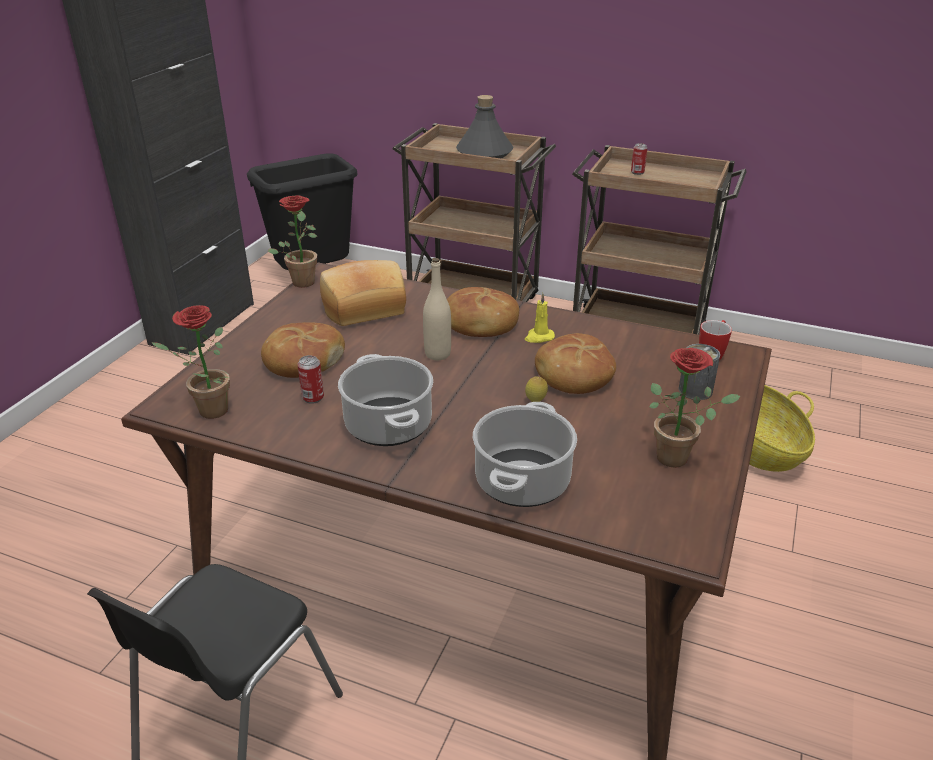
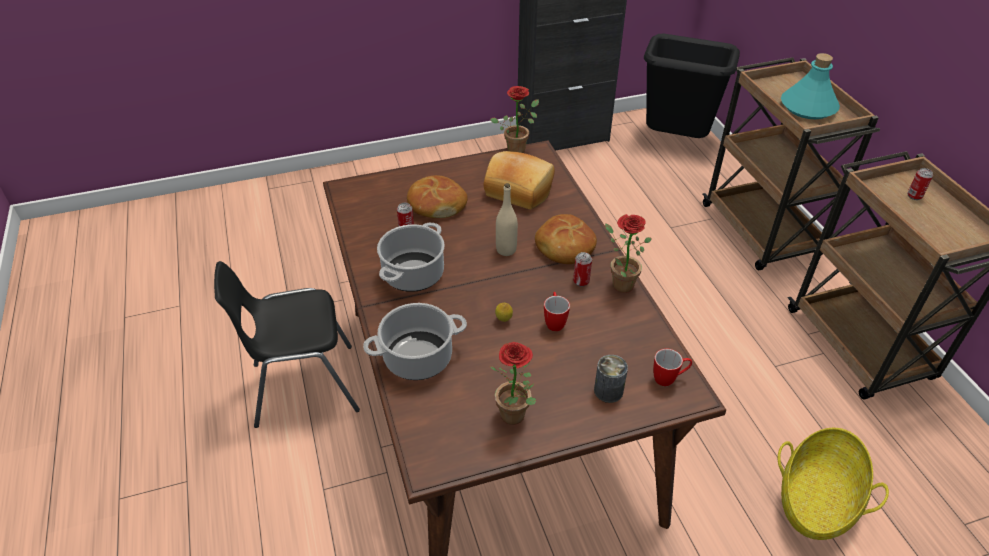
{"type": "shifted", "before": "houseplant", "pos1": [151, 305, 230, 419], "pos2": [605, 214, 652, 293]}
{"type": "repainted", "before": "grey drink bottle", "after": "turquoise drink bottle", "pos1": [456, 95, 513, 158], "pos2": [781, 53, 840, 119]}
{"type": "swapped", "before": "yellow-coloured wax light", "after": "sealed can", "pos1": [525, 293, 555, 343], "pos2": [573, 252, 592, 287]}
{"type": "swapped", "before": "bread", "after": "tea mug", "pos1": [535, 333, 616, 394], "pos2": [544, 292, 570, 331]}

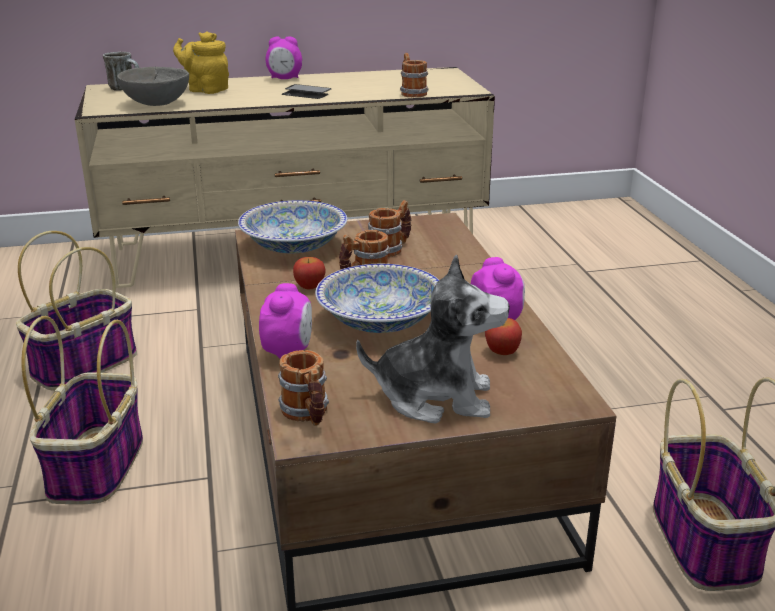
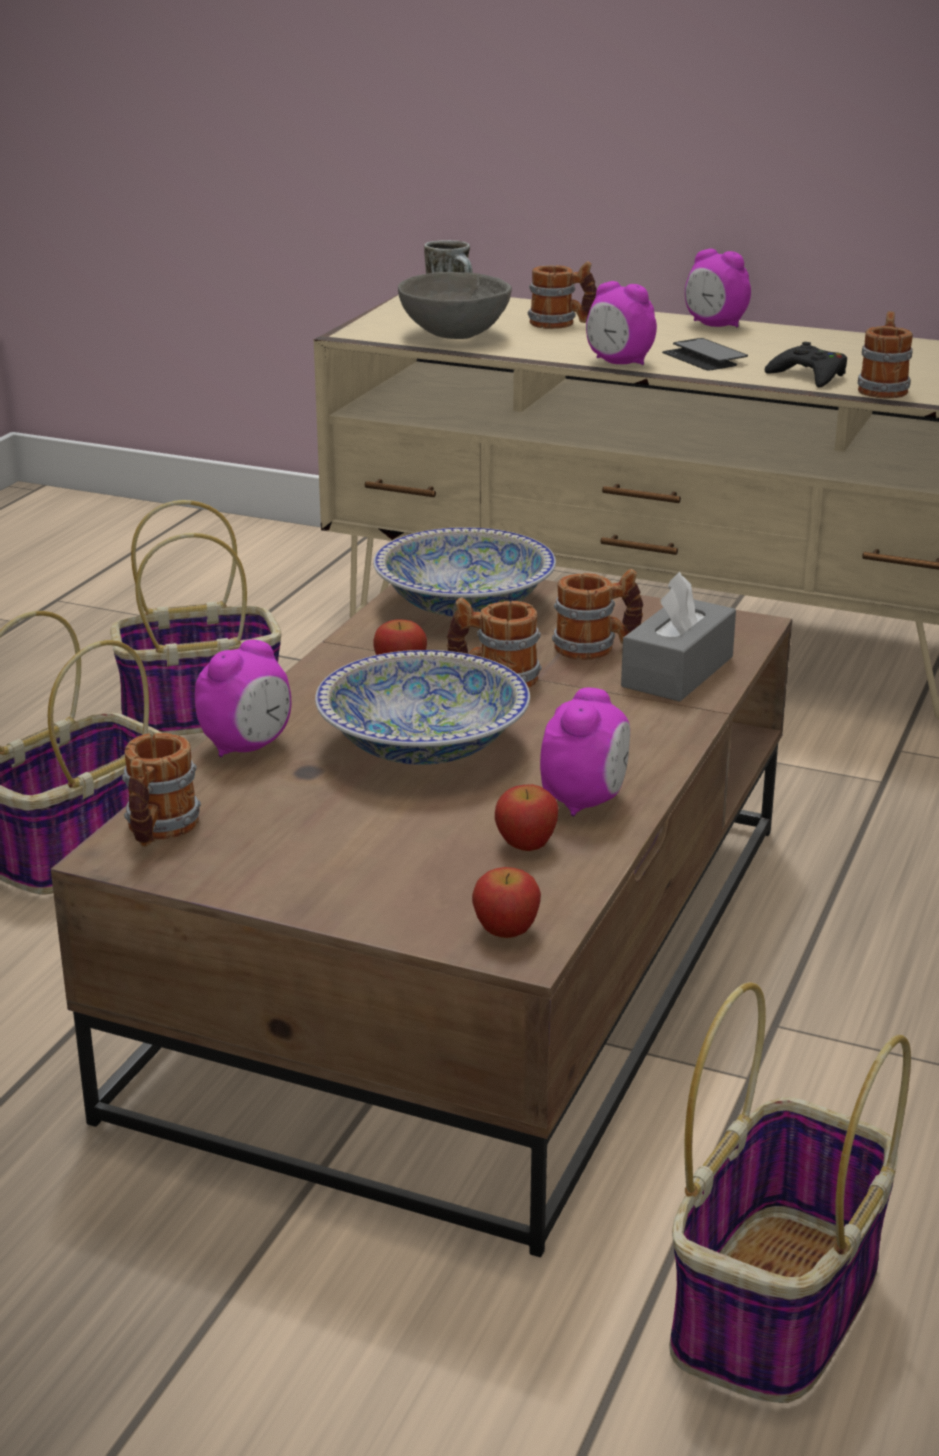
{"type": "swapped", "before": "yellow-coloured teapot", "after": "tea mug", "pos1": [173, 32, 229, 94], "pos2": [528, 261, 597, 329]}
{"type": "gone", "before": "plush toy", "pos1": [356, 254, 510, 424]}
{"type": "new", "after": "whole apple", "pos2": [472, 867, 541, 938]}
{"type": "new", "after": "alarm clock", "pos2": [586, 281, 657, 365]}
{"type": "new", "after": "grey tissue box", "pos2": [621, 572, 736, 702]}
{"type": "new", "after": "blackish joypad", "pos2": [765, 342, 847, 387]}

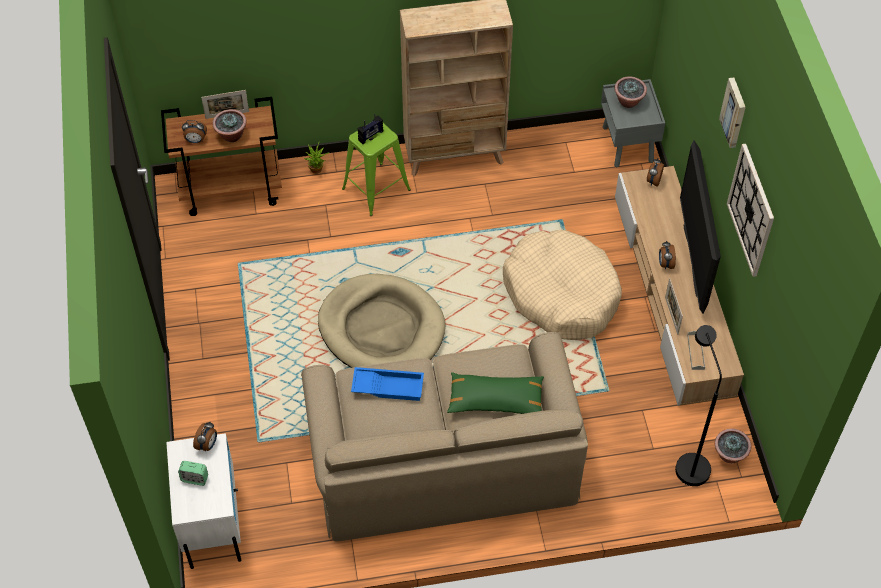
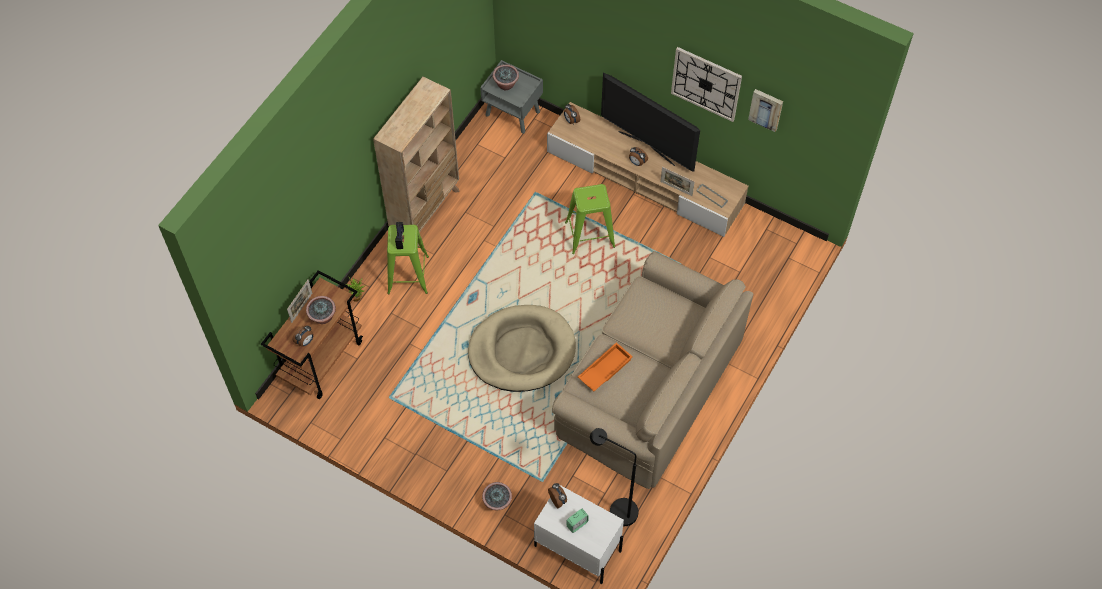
{"type": "repainted", "before": "blue-coloured serving tray", "after": "orange-coloured serving tray", "pos1": [351, 367, 424, 401], "pos2": [578, 342, 633, 392]}
{"type": "gone", "before": "green pillow", "pos1": [447, 372, 544, 414]}
{"type": "swapped", "before": "beige dog cushion", "after": "green stool seat", "pos1": [503, 230, 622, 340], "pos2": [565, 184, 615, 254]}
{"type": "shifted", "before": "blackish standing lamp", "pos1": [675, 325, 722, 486], "pos2": [590, 428, 639, 526]}
{"type": "shifted", "before": "houseplant", "pos1": [715, 429, 751, 463], "pos2": [482, 482, 512, 511]}
{"type": "shifted", "before": "wall picture", "pos1": [719, 77, 746, 148], "pos2": [748, 89, 783, 132]}

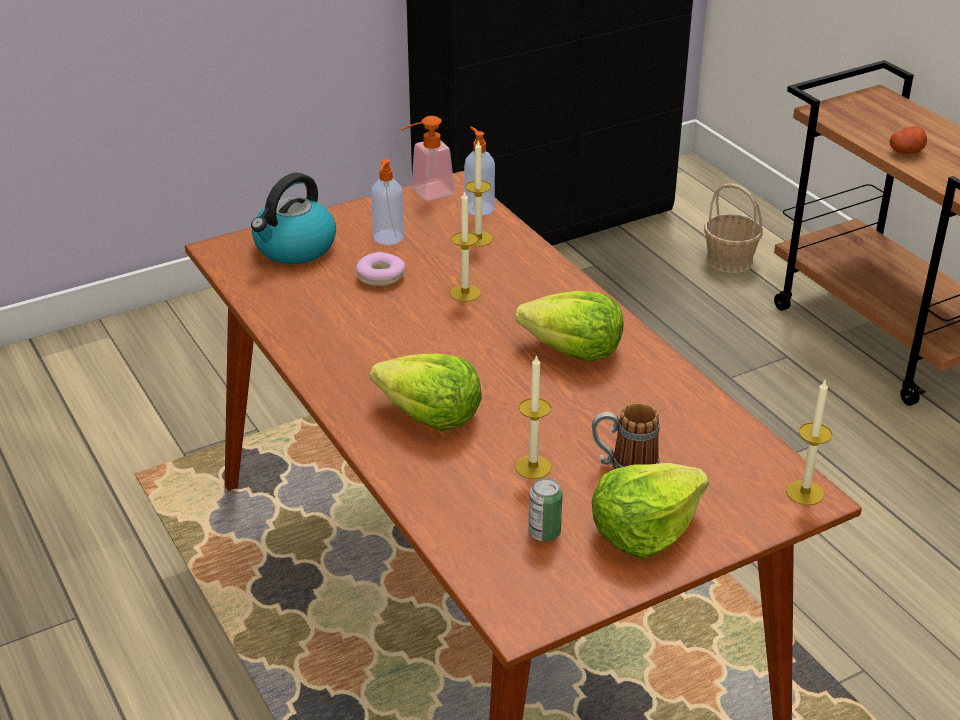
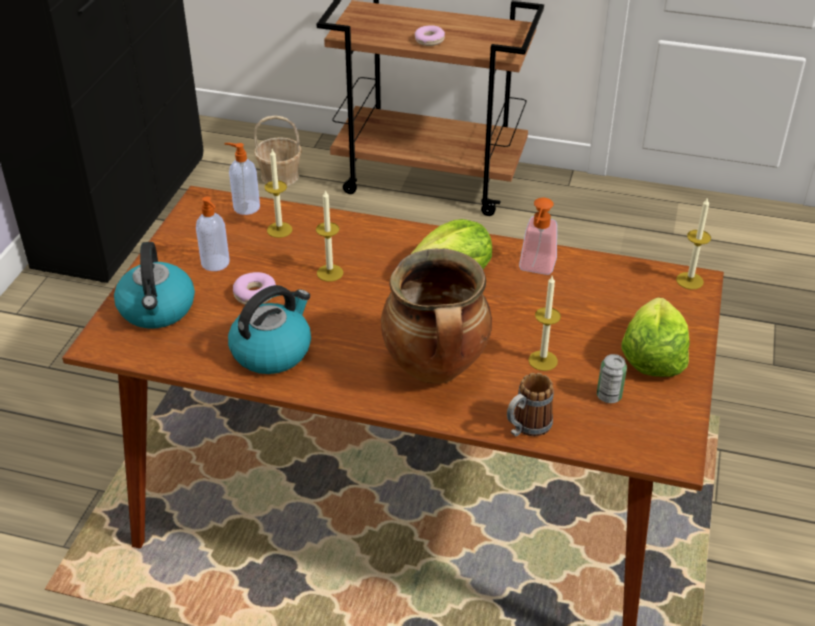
{"type": "swapped", "before": "lettuce head", "after": "saucepot", "pos1": [370, 354, 482, 431], "pos2": [381, 249, 492, 384]}
{"type": "shifted", "before": "soap bottle", "pos1": [401, 116, 455, 200], "pos2": [519, 197, 557, 275]}
{"type": "shifted", "before": "tea mug", "pos1": [592, 403, 659, 469], "pos2": [507, 373, 554, 436]}
{"type": "swapped", "before": "potato", "after": "ring doughnut", "pos1": [890, 126, 927, 154], "pos2": [415, 25, 445, 46]}
{"type": "new", "after": "tea kettle", "pos2": [228, 285, 311, 374]}

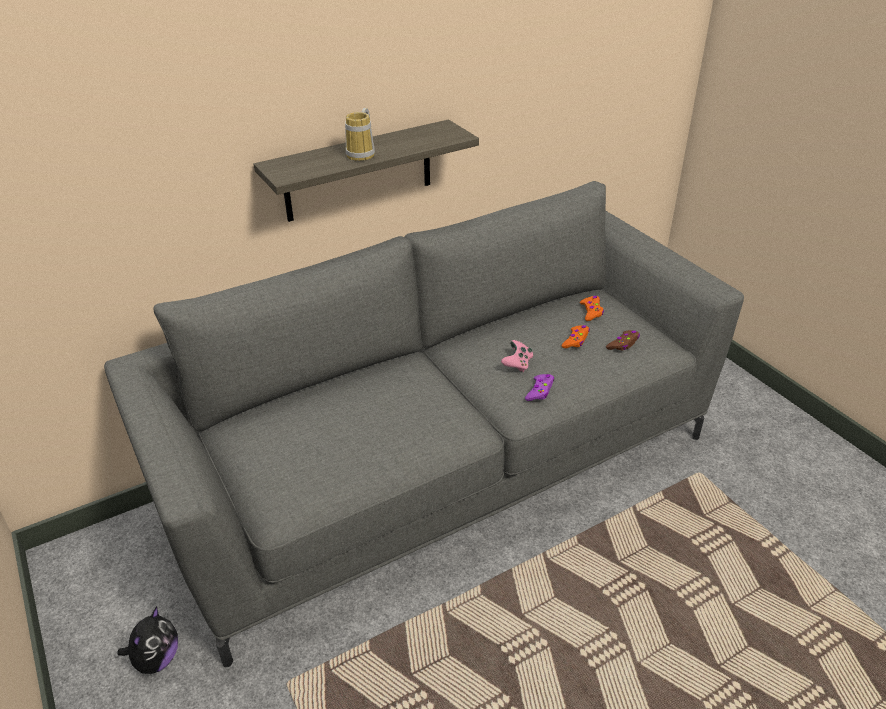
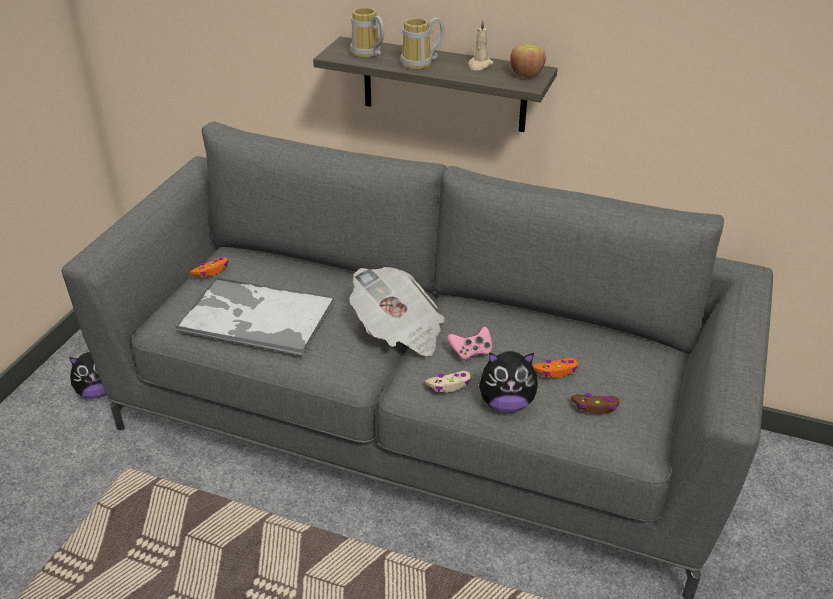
{"type": "repainted", "before": "purple joypad", "after": "beige joypad", "pos1": [525, 374, 554, 401], "pos2": [425, 371, 471, 393]}
{"type": "shifted", "before": "orange-coloured joypad", "pos1": [580, 296, 604, 321], "pos2": [190, 257, 228, 277]}
{"type": "new", "after": "serving tray", "pos2": [175, 277, 335, 356]}
{"type": "new", "after": "daily paper", "pos2": [349, 267, 445, 356]}
{"type": "new", "after": "tea mug", "pos2": [350, 7, 384, 58]}
{"type": "new", "after": "beige wax light", "pos2": [468, 19, 494, 70]}
{"type": "new", "after": "plush toy", "pos2": [479, 351, 541, 413]}
{"type": "new", "after": "whole apple", "pos2": [510, 44, 546, 78]}

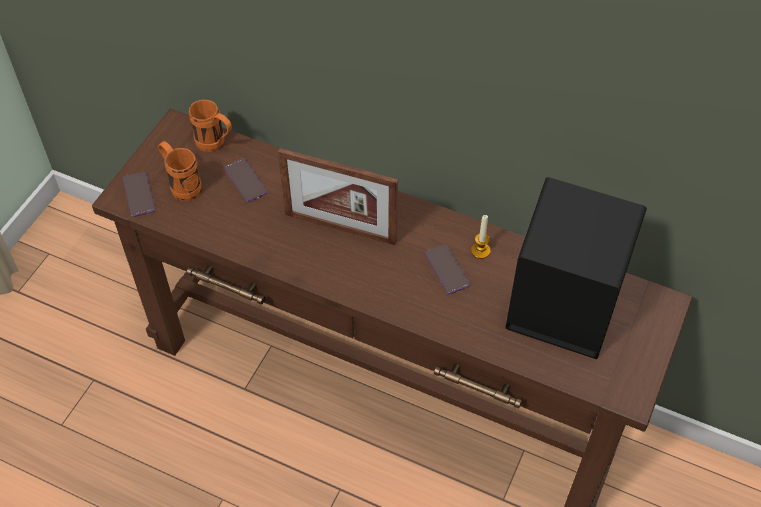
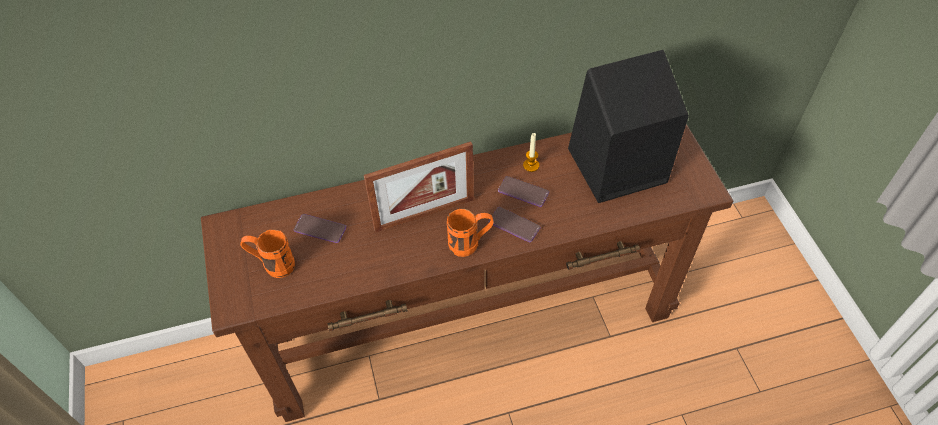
{"type": "shifted", "before": "telephone", "pos1": [123, 172, 156, 217], "pos2": [488, 207, 541, 242]}
{"type": "shifted", "before": "orange-coloured tea mug", "pos1": [189, 99, 232, 152], "pos2": [447, 209, 494, 257]}

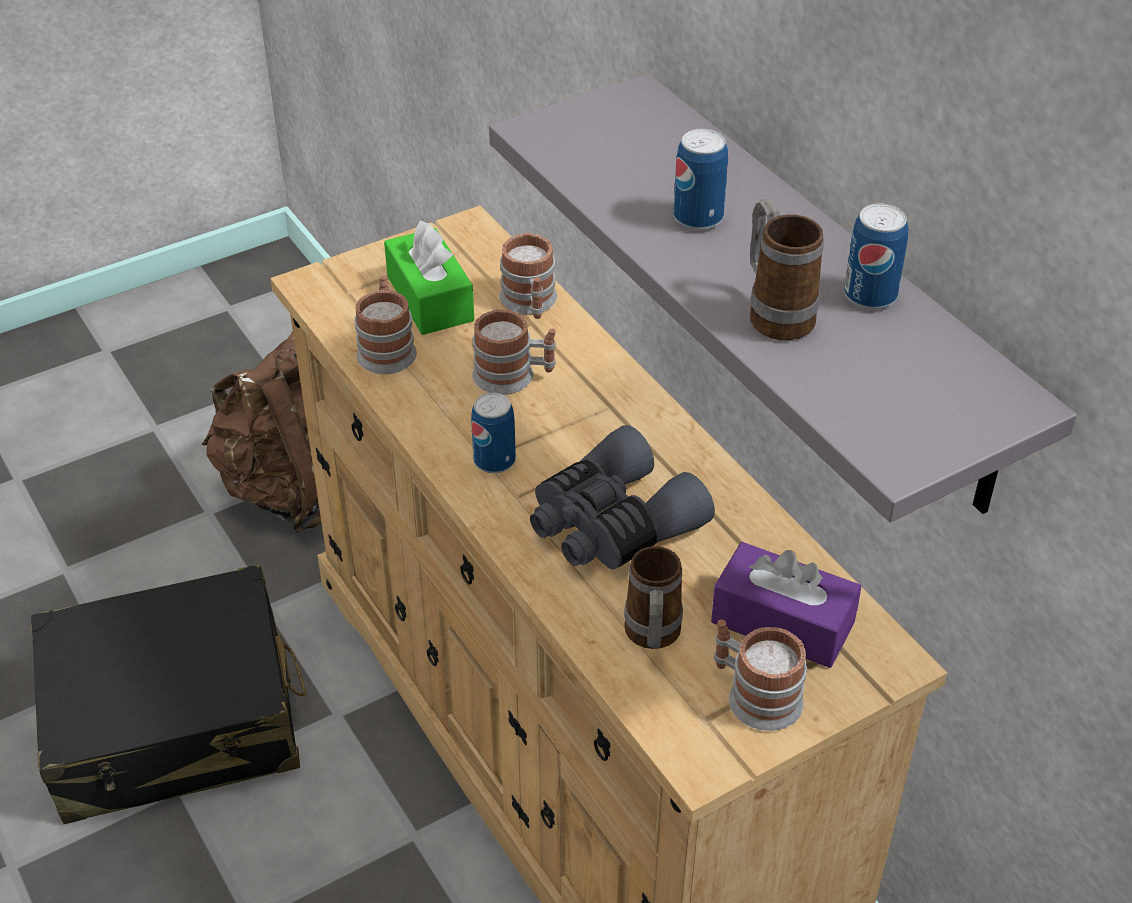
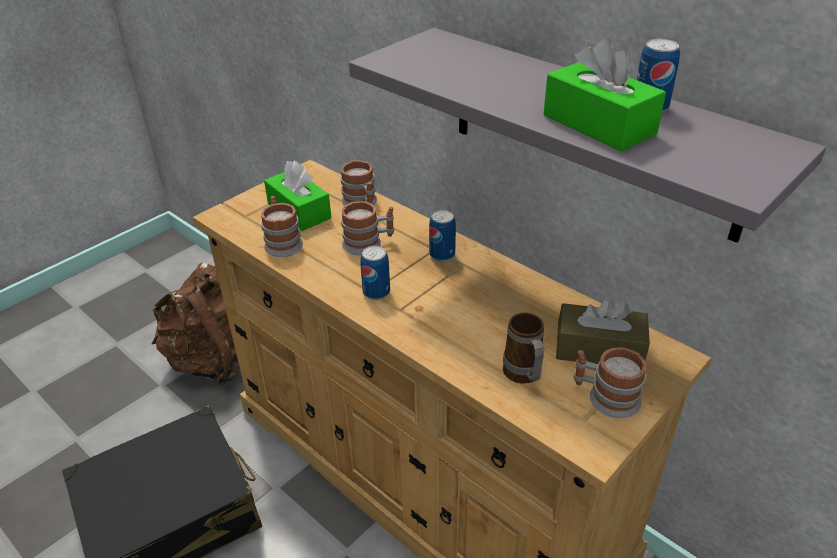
{"type": "gone", "before": "grey field glasses", "pos1": [530, 425, 715, 570]}
{"type": "shifted", "before": "sealed can", "pos1": [673, 129, 728, 230], "pos2": [429, 210, 456, 261]}
{"type": "repainted", "before": "purple tissue box", "after": "brown tissue box", "pos1": [711, 542, 861, 668], "pos2": [556, 296, 650, 364]}
{"type": "swapped", "before": "tea mug", "after": "green tissue box", "pos1": [750, 199, 824, 340], "pos2": [544, 38, 666, 152]}

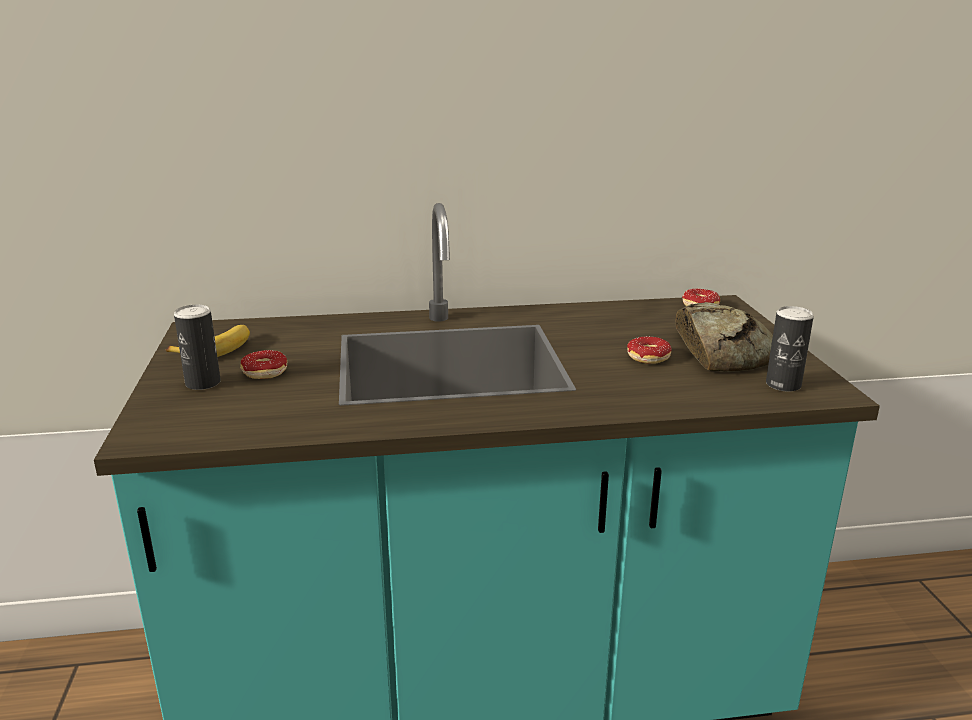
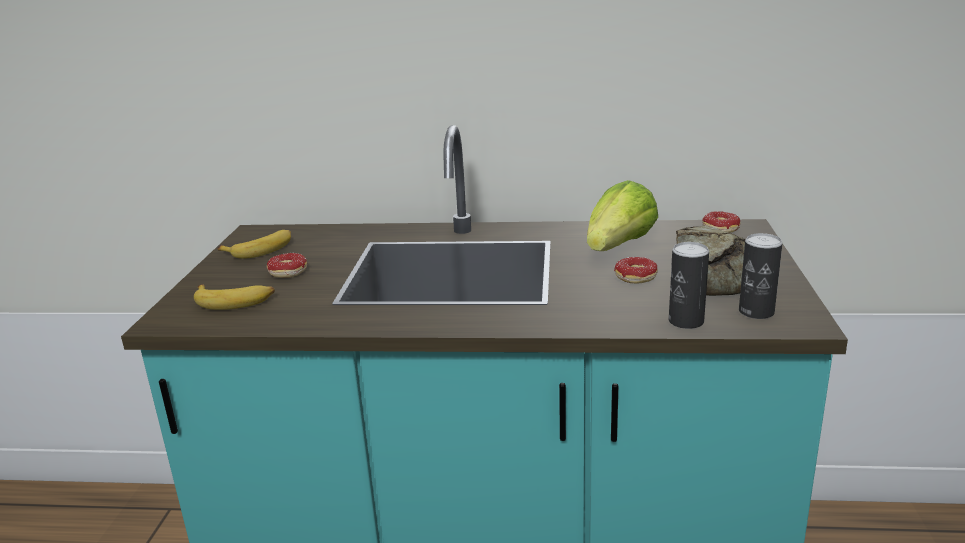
{"type": "shifted", "before": "sealed can", "pos1": [174, 305, 221, 390], "pos2": [669, 242, 709, 329]}
{"type": "new", "after": "banana fruit", "pos2": [194, 284, 275, 310]}
{"type": "new", "after": "lettuce head", "pos2": [587, 180, 658, 251]}

